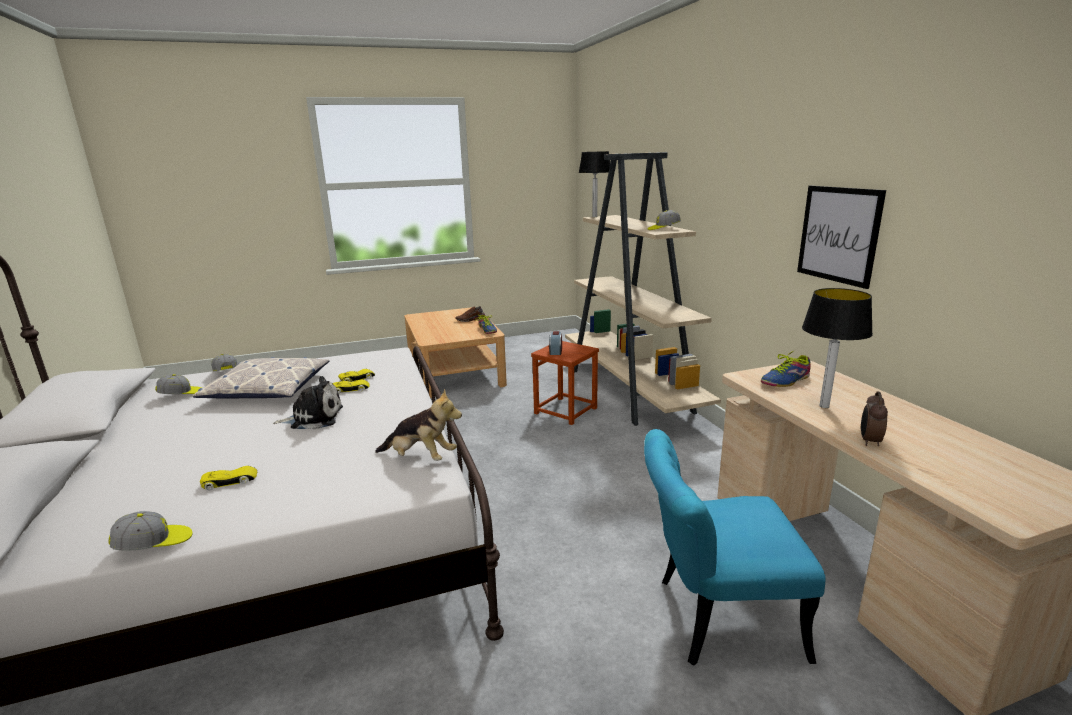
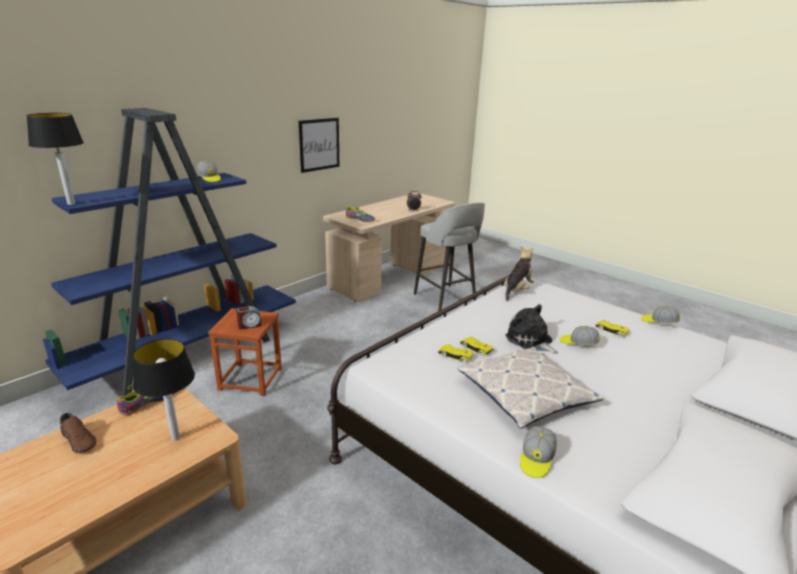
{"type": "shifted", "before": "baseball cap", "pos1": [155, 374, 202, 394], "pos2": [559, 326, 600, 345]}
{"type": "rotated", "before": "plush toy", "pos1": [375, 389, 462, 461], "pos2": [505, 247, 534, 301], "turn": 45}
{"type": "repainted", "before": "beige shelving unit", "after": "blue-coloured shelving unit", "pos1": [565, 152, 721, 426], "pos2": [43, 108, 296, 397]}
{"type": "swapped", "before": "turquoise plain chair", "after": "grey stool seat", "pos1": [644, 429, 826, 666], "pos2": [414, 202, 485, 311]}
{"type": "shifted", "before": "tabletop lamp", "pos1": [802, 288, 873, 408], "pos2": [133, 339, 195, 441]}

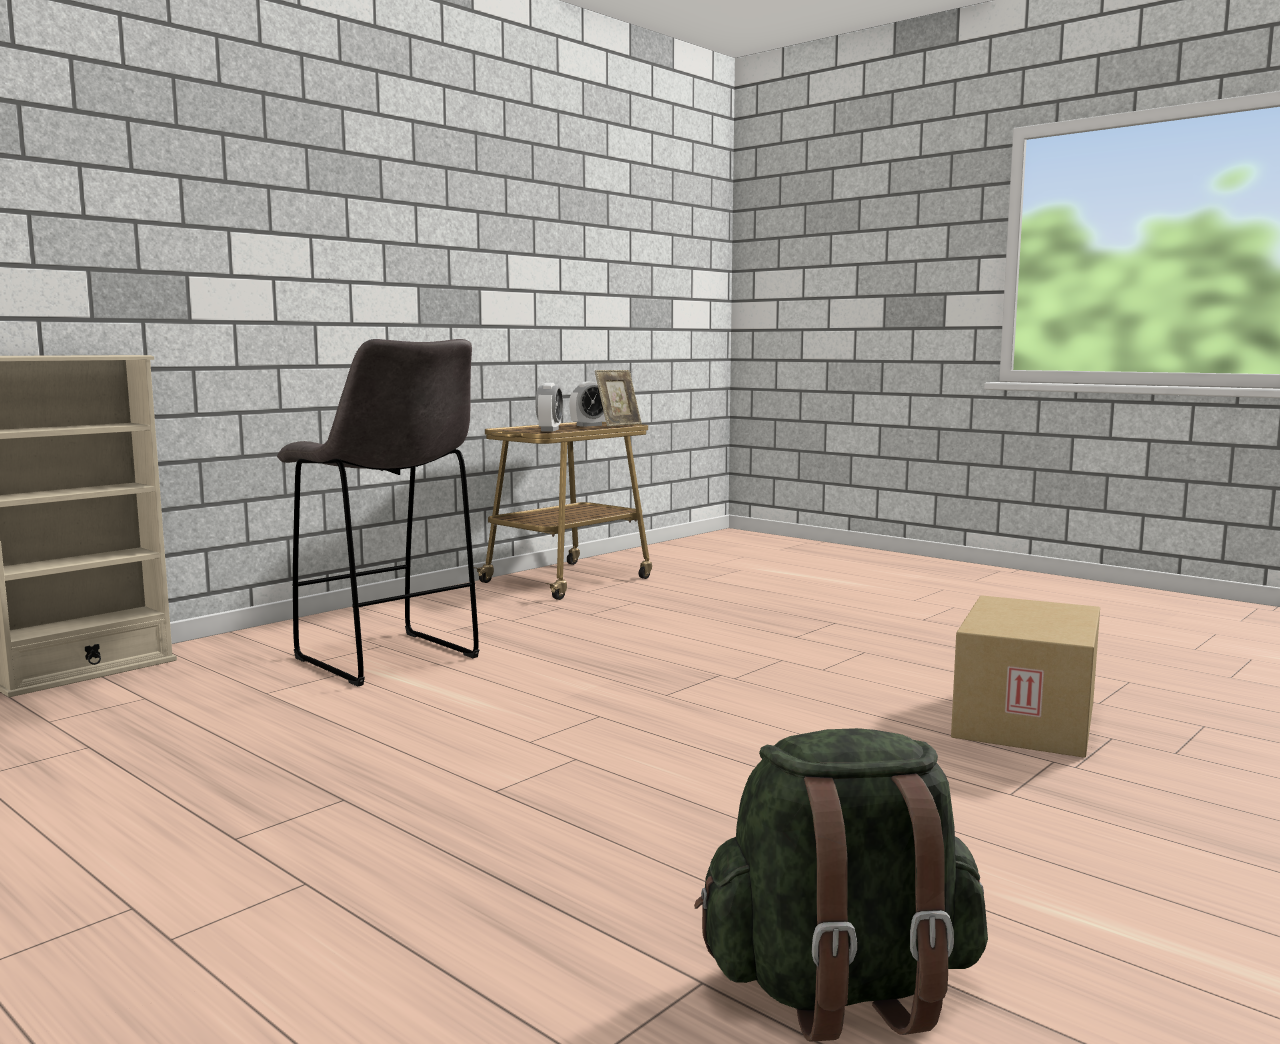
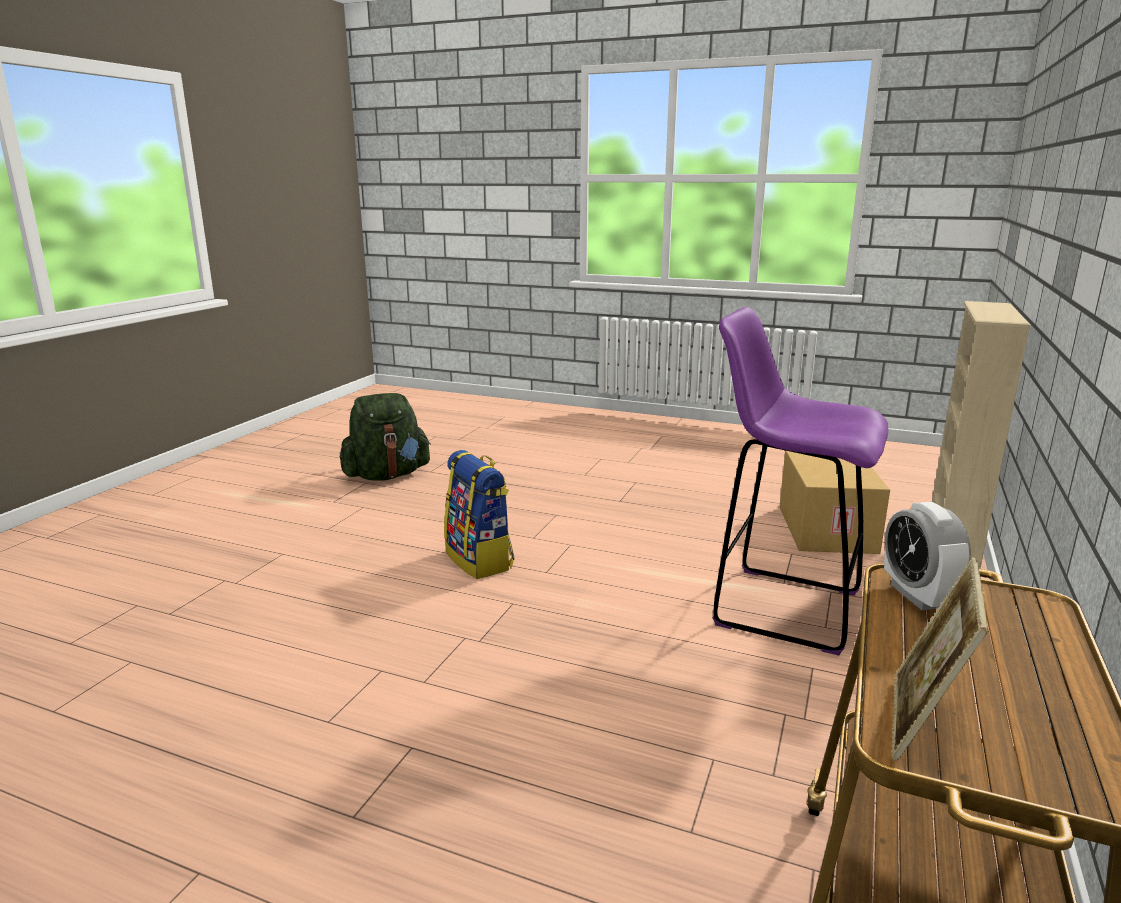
{"type": "repainted", "before": "grey stool seat", "after": "purple stool seat", "pos1": [277, 339, 479, 687], "pos2": [712, 307, 888, 656]}
{"type": "gone", "before": "alarm clock", "pos1": [569, 382, 606, 427]}
{"type": "shifted", "before": "packing box", "pos1": [951, 595, 1100, 758], "pos2": [779, 450, 890, 554]}
{"type": "new", "after": "backpack", "pos2": [444, 450, 514, 579]}

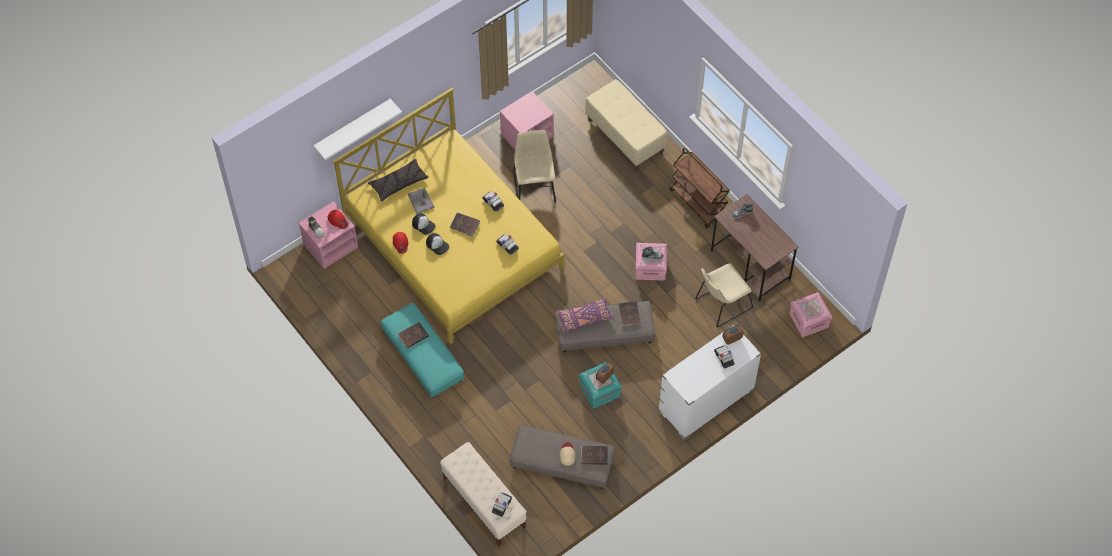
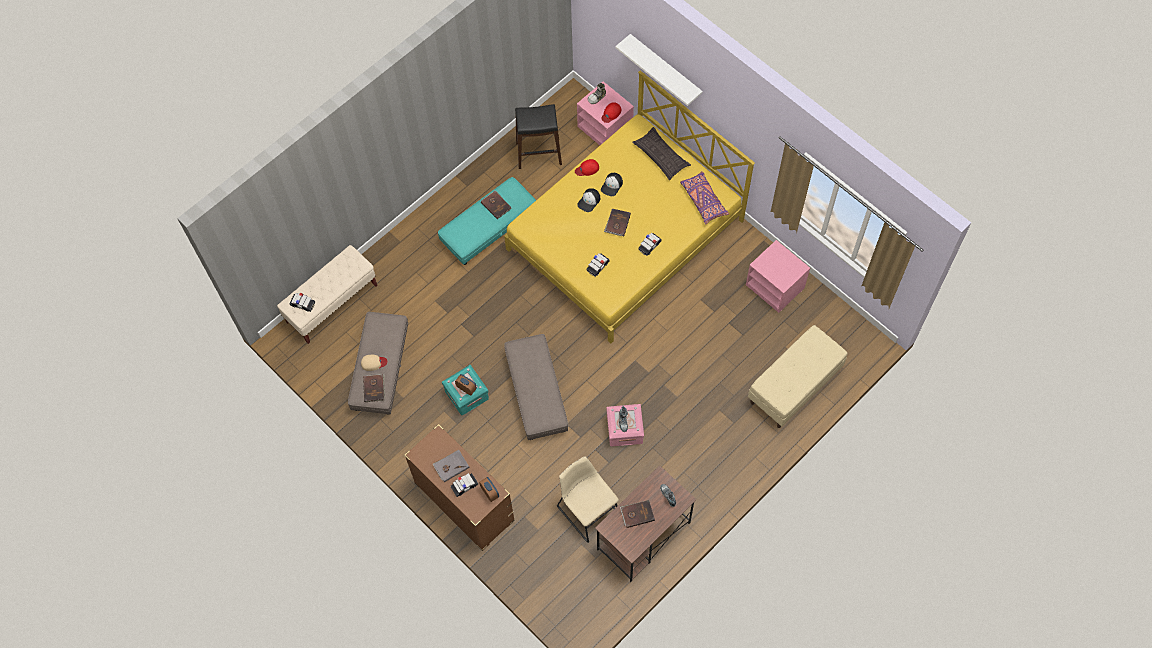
{"type": "shifted", "before": "grey bound book", "pos1": [408, 188, 434, 214], "pos2": [433, 450, 470, 482]}
{"type": "gone", "before": "beige plain chair", "pos1": [513, 130, 556, 203]}
{"type": "shifted", "before": "purple pillow", "pos1": [555, 297, 614, 333], "pos2": [680, 171, 729, 225]}
{"type": "shifted", "before": "brown bound book", "pos1": [618, 301, 641, 326], "pos2": [620, 500, 655, 528]}
{"type": "repainted", "before": "white-coloured dresser", "after": "brown dresser", "pos1": [658, 325, 761, 439], "pos2": [404, 424, 515, 551]}
{"type": "gone", "before": "brown trolley", "pos1": [669, 147, 730, 229]}
{"type": "gone", "before": "pink storage bin", "pos1": [790, 292, 833, 337]}
{"type": "new", "after": "blackish stool seat", "pos2": [515, 104, 562, 169]}

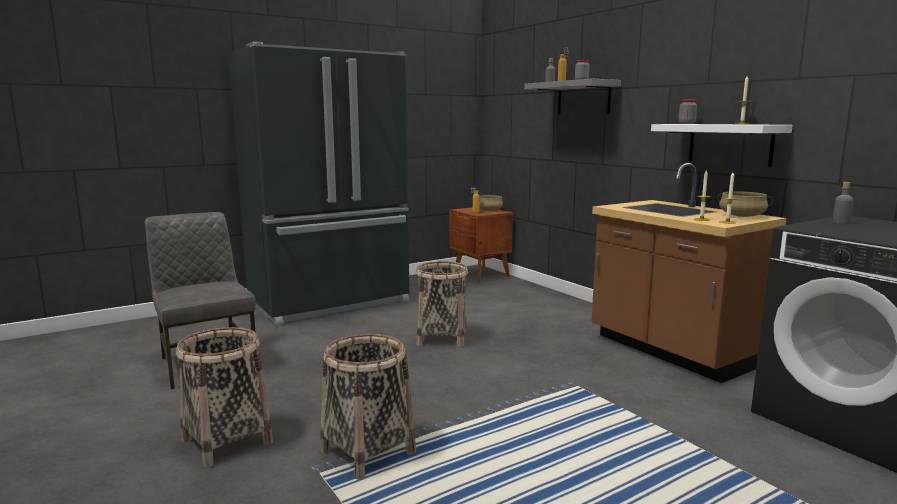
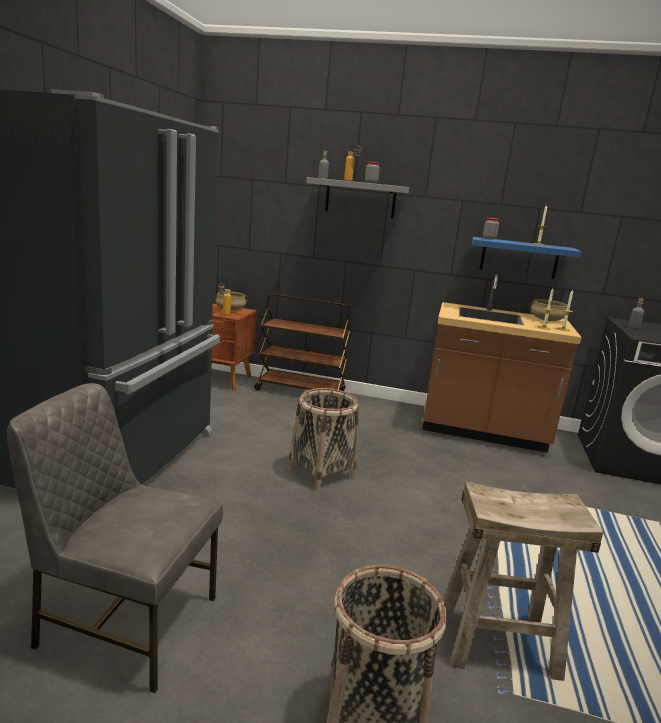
{"type": "swapped", "before": "storage basket", "after": "beige stool seat", "pos1": [320, 334, 416, 480], "pos2": [443, 481, 603, 681]}
{"type": "repainted", "before": "white-coloured bracket shelf", "after": "blue-coloured bracket shelf", "pos1": [651, 124, 793, 167], "pos2": [472, 237, 582, 279]}
{"type": "new", "after": "brown trolley", "pos2": [254, 294, 351, 391]}

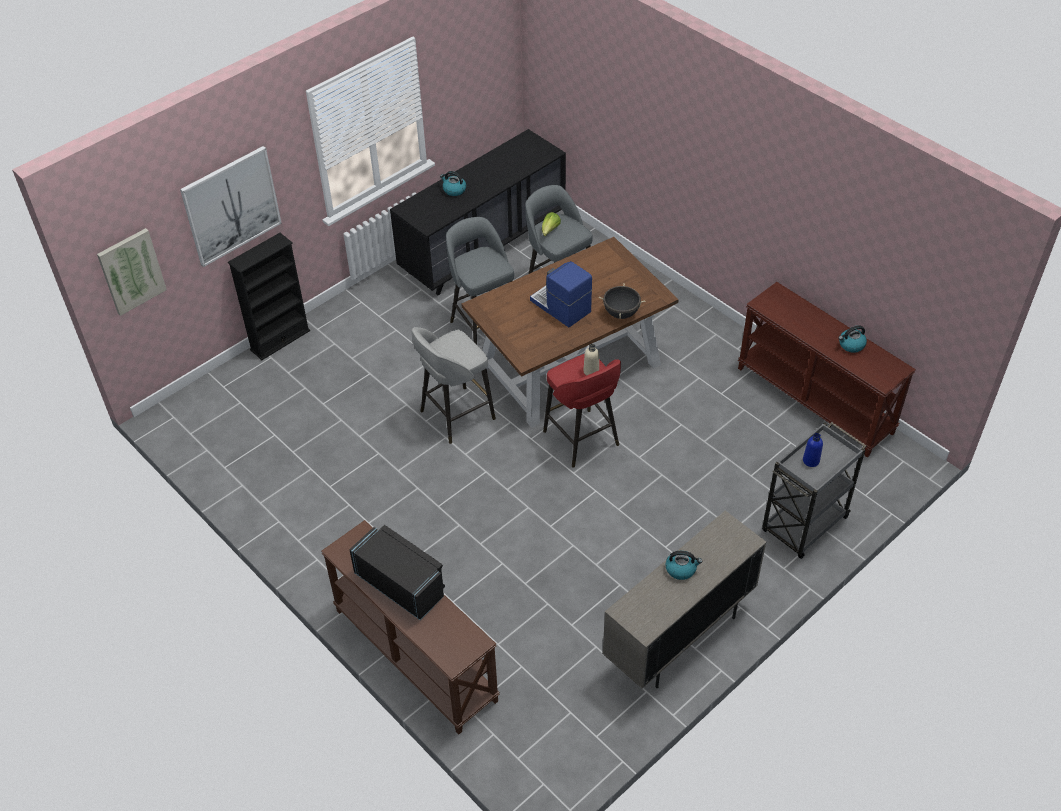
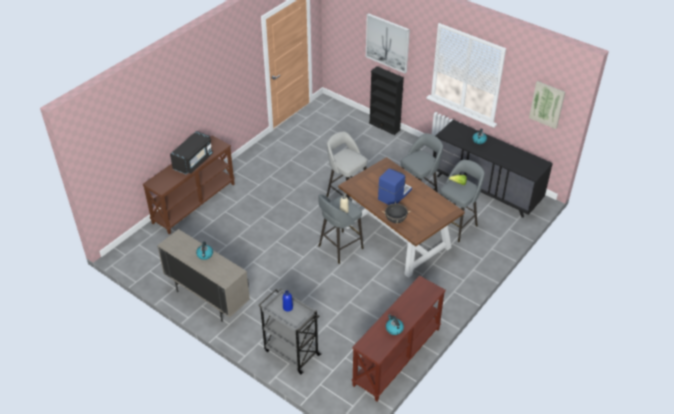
{"type": "shifted", "before": "wall picture", "pos1": [97, 228, 167, 316], "pos2": [529, 81, 565, 129]}
{"type": "repainted", "before": "red stool seat", "after": "grey stool seat", "pos1": [543, 354, 621, 468], "pos2": [318, 194, 364, 264]}

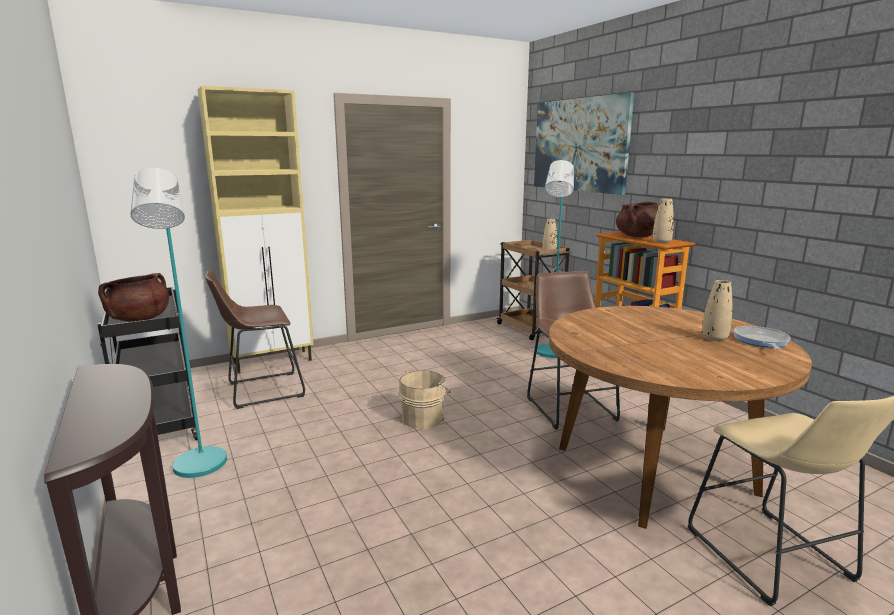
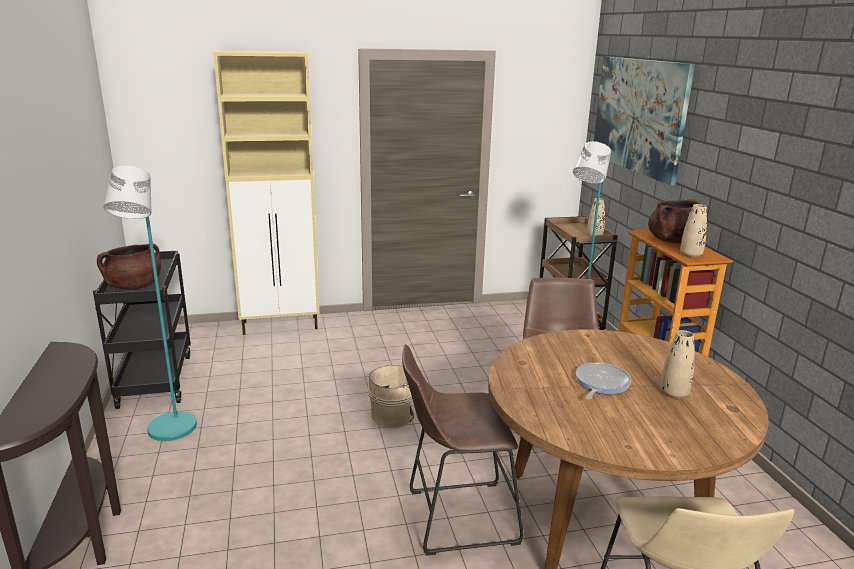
{"type": "shifted", "before": "brown stool seat", "pos1": [205, 270, 305, 409], "pos2": [402, 344, 523, 556]}
{"type": "shifted", "before": "pan", "pos1": [734, 326, 790, 350], "pos2": [575, 363, 631, 400]}

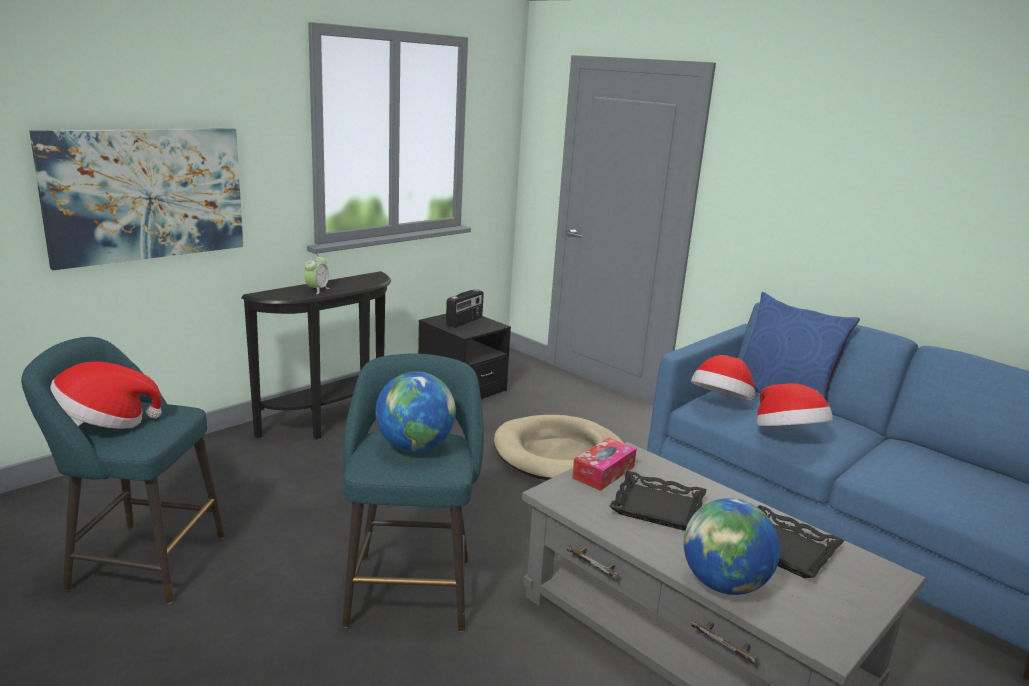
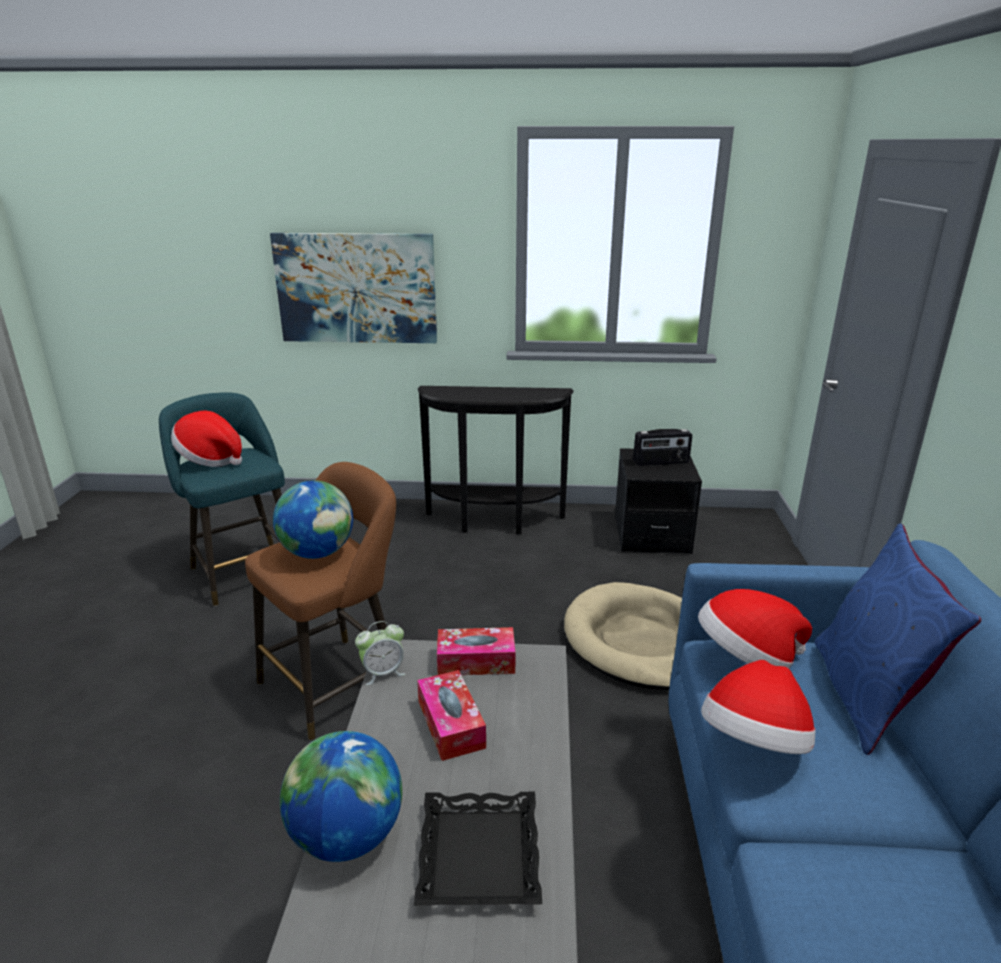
{"type": "shifted", "before": "alarm clock", "pos1": [304, 254, 330, 294], "pos2": [355, 621, 406, 685]}
{"type": "repainted", "before": "turquoise stool seat", "after": "brown stool seat", "pos1": [343, 354, 484, 632], "pos2": [245, 462, 396, 741]}
{"type": "swapped", "before": "blackish serving tray", "after": "tissue box", "pos1": [609, 471, 706, 531], "pos2": [417, 670, 486, 761]}

